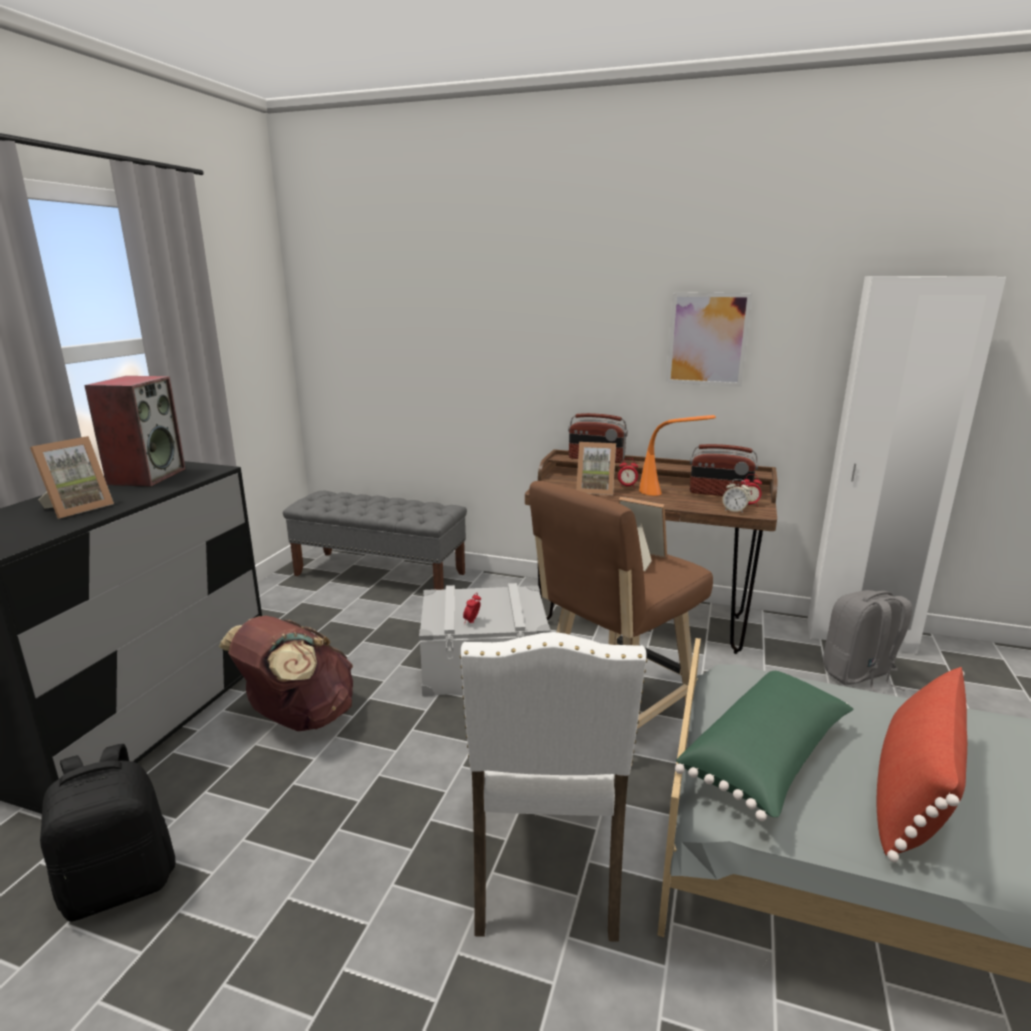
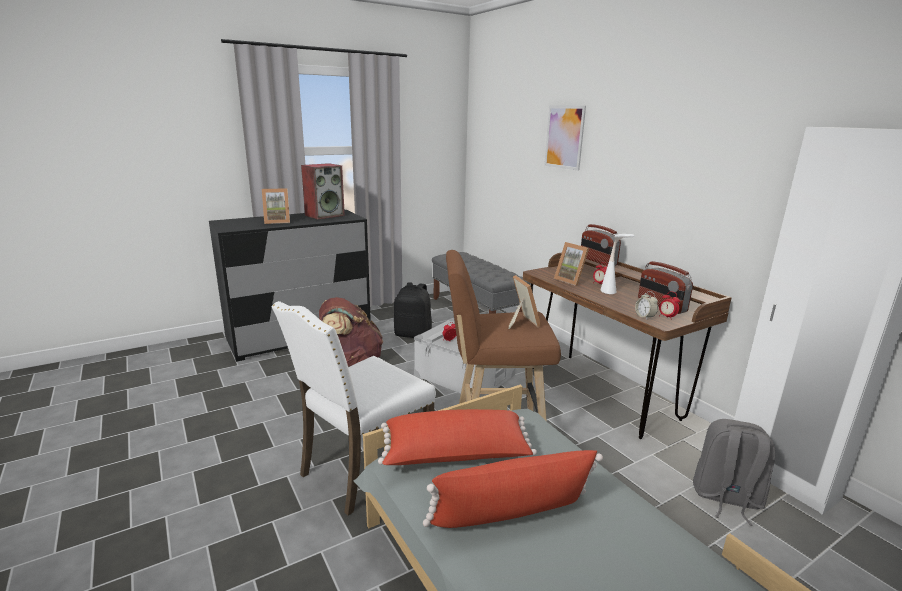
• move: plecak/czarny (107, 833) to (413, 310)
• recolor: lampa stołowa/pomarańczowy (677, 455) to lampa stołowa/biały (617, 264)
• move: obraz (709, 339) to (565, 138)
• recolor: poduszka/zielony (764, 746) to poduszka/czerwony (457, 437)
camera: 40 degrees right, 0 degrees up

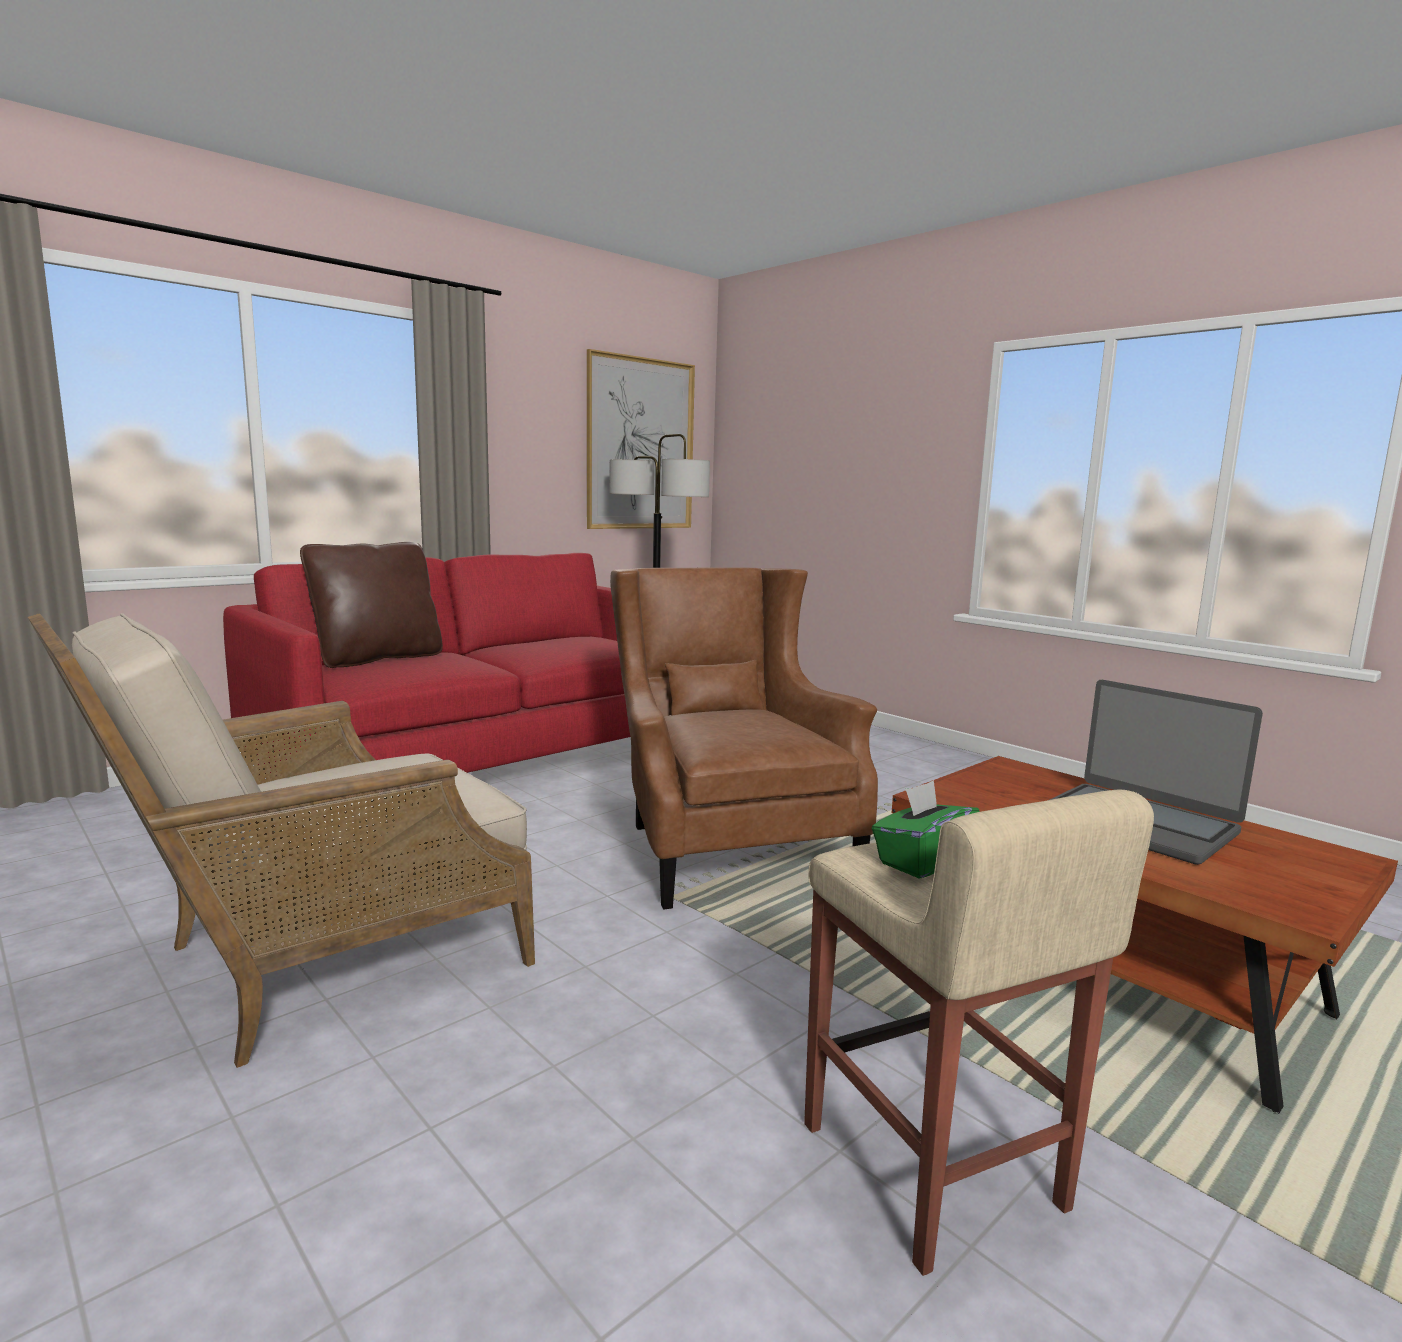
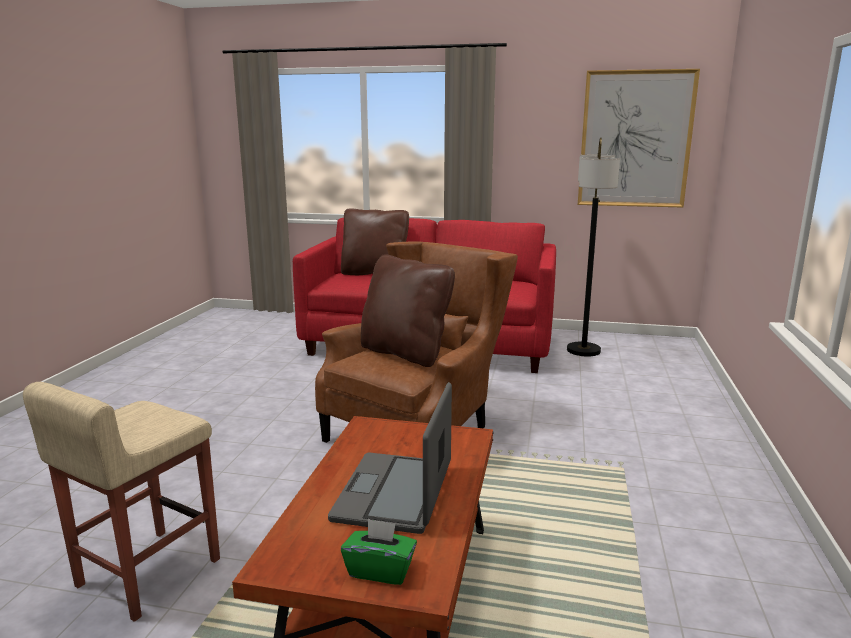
• delete: fotel/beżowy (281, 840)
• move: pudełko chusteczek/zielony (925, 829) to (379, 552)
• insert: poduszka/brązowy (408, 310)
camera: 55 degrees right, 5 degrees up

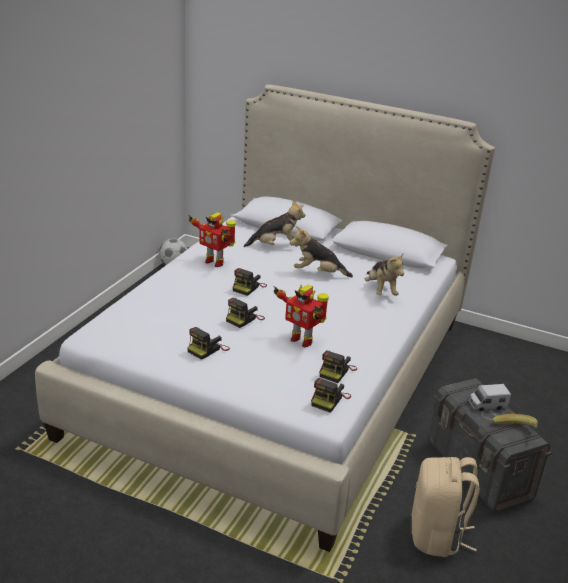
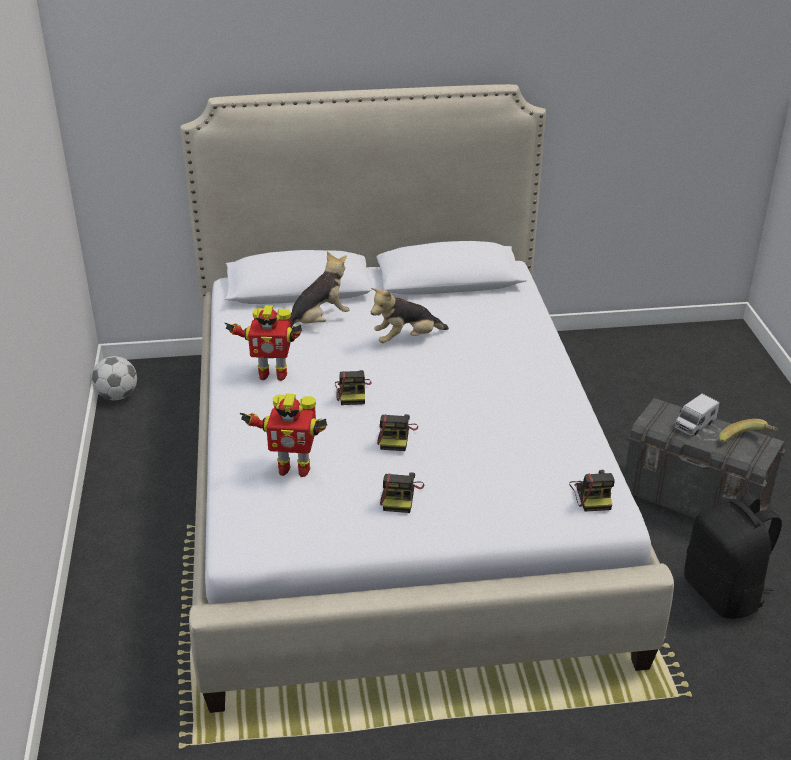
• move: robot zabawkowy (301, 315) to (283, 435)
• delete: aparat fotograficzny (338, 366)
• delete: pluszak (384, 274)
• recolor: plecak/beżowy (445, 507) to plecak/czarny (733, 555)
camera: 30 degrees left, 5 degrees up

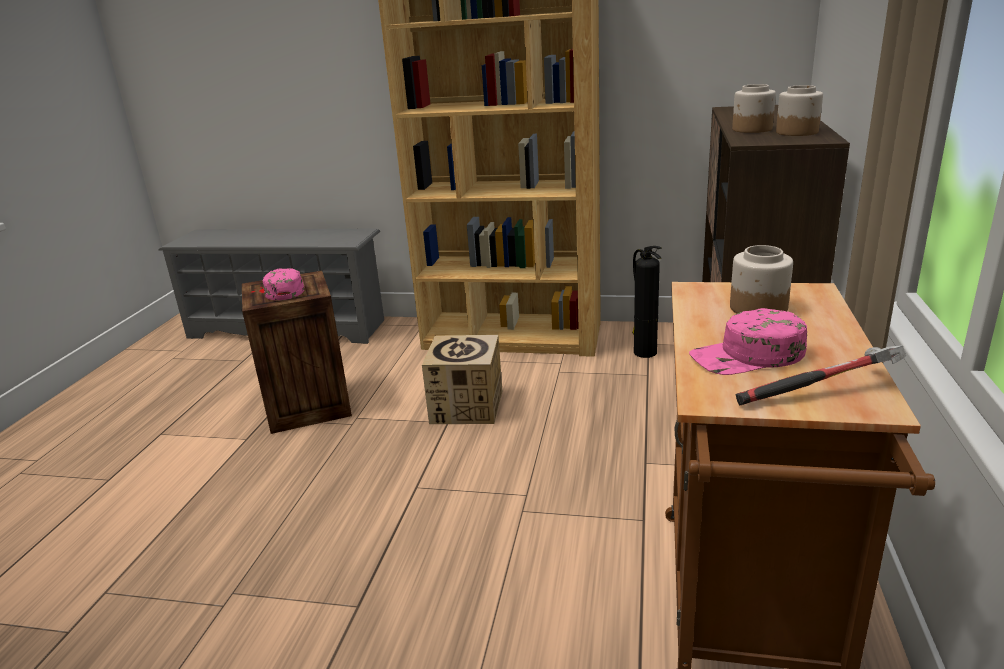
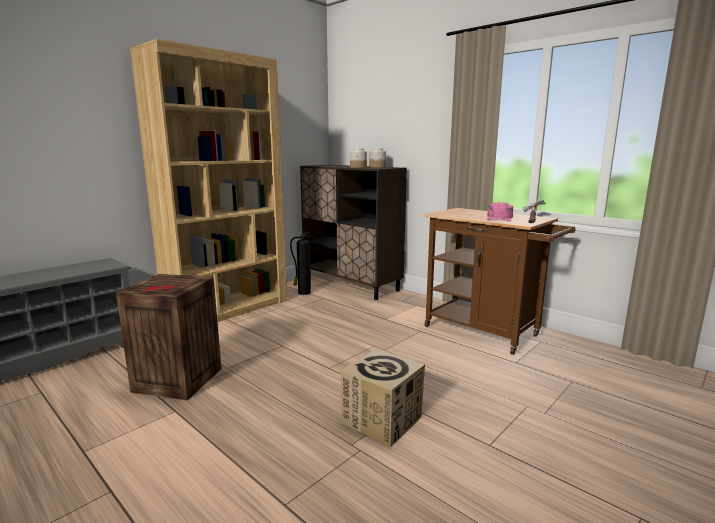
• delete: czapka z daszkiem/różowy (283, 284)
• move: karton (462, 379) to (382, 398)
• delete: słoik (761, 279)
camera: 60 degrees left, 10 degrees down

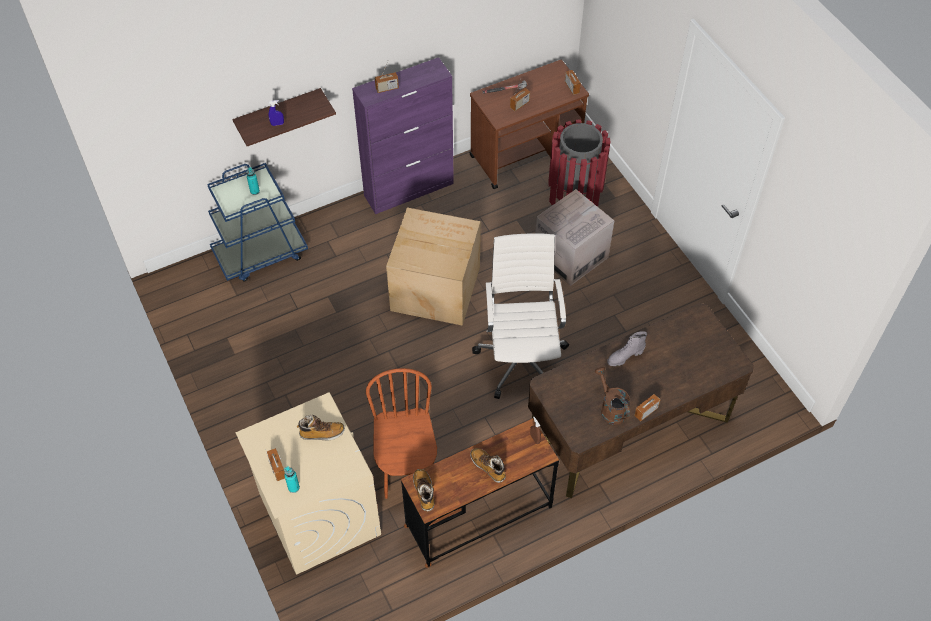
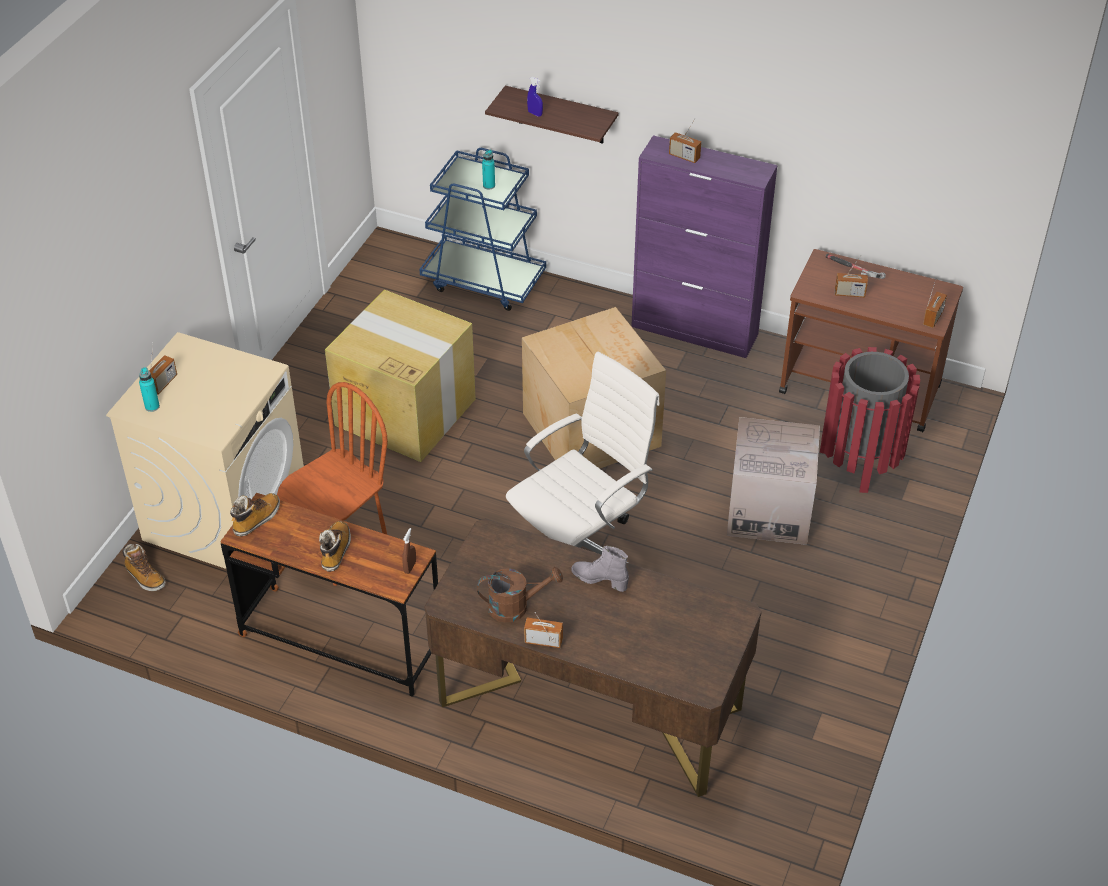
• move: but z cholewką (321, 427) to (144, 567)
• rotate: konewka/brązowy (612, 396) = (520, 595) 60 degrees clockwise
• insert: karton (400, 376)
camera: 50 degrees right, 10 degrees down

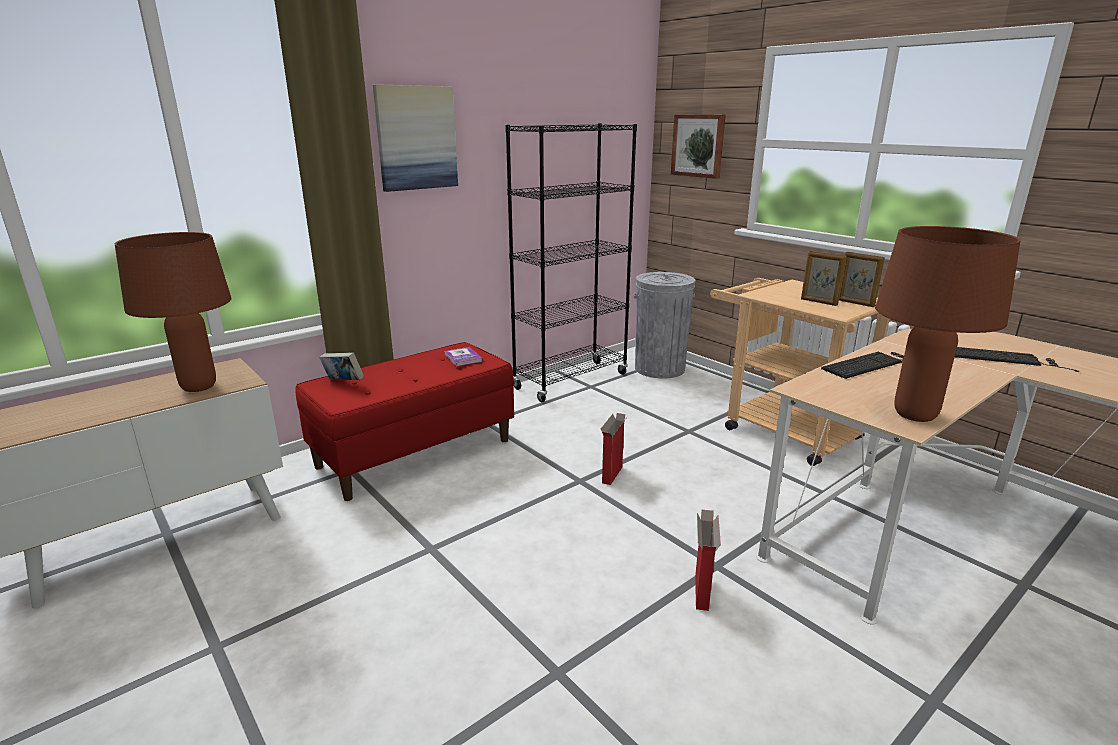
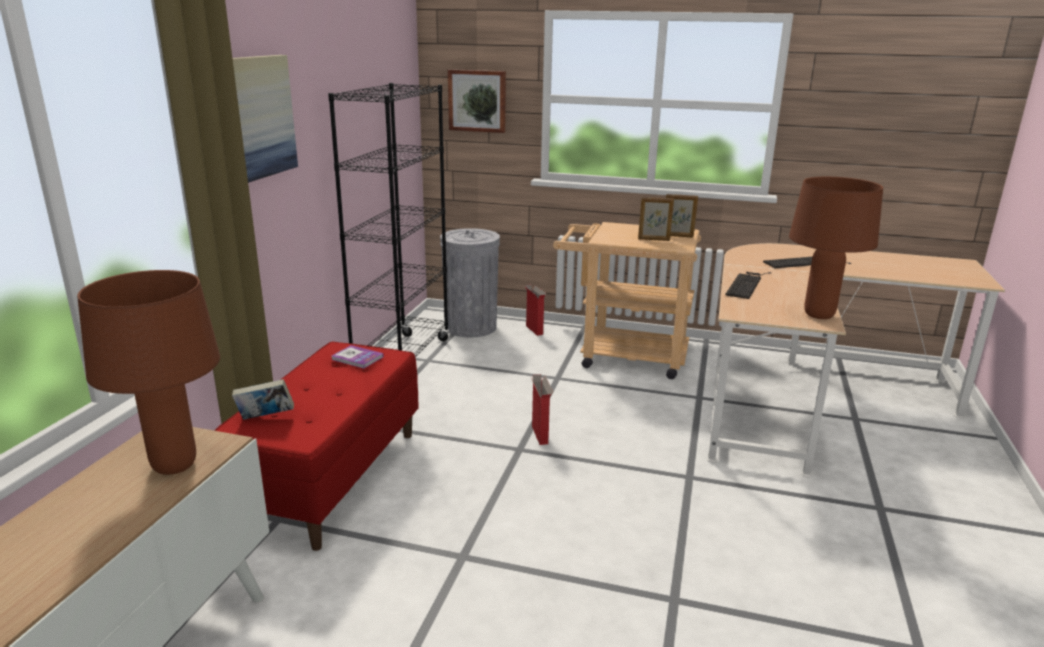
• move: karton (708, 560) to (536, 310)
camera: 35 degrees left, 0 degrees up

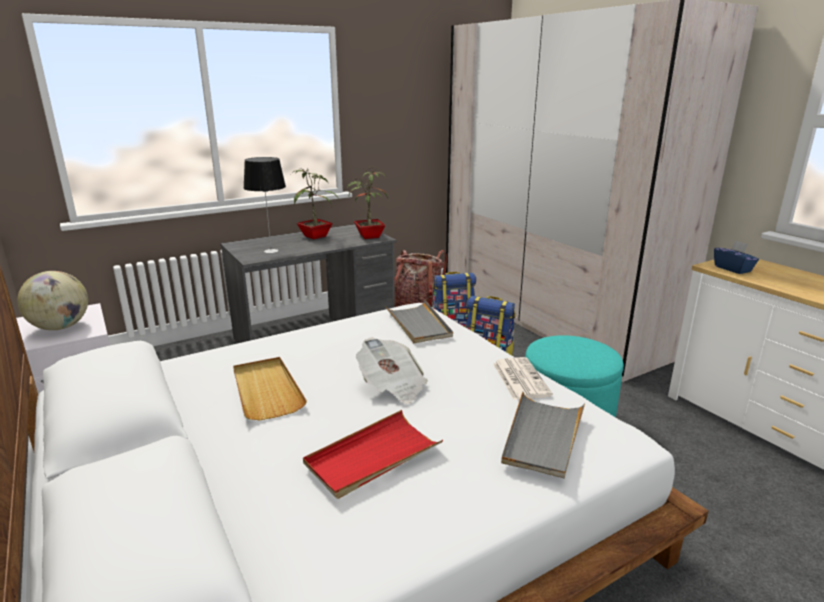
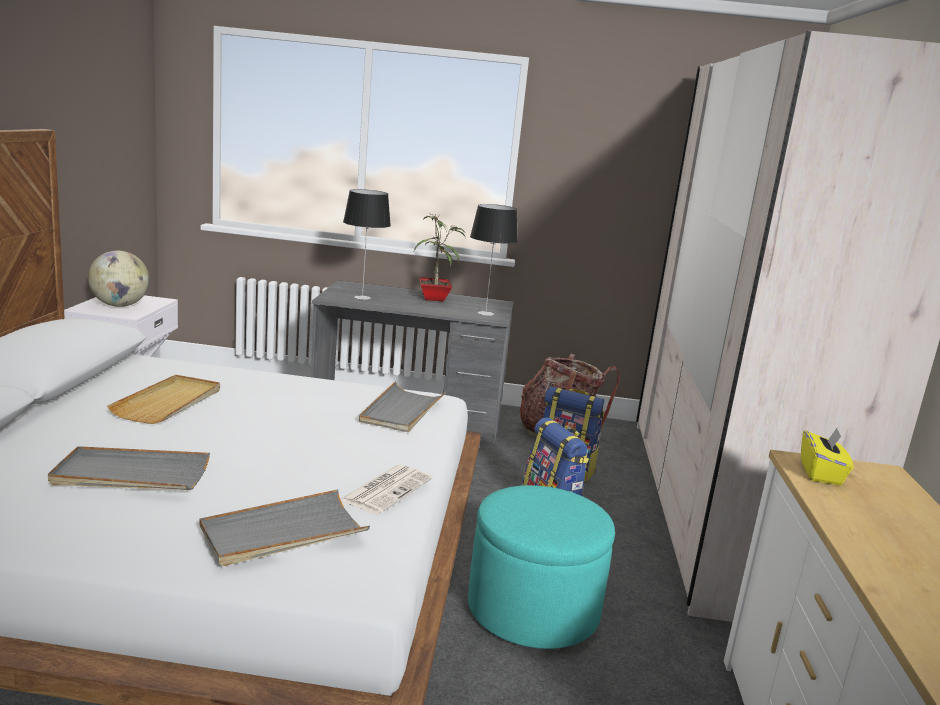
• recolor: taca/czerwony (373, 454) to taca/szary (129, 468)
• replace: roślina doniczkowa (368, 203) to lampa stołowa (494, 260)
• delete: gazeta (392, 370)
• recolor: pudełko chusteczek/niebieski (736, 257) to pudełko chusteczek/żółty (827, 456)
camera: 35 degrees right, 5 degrees down

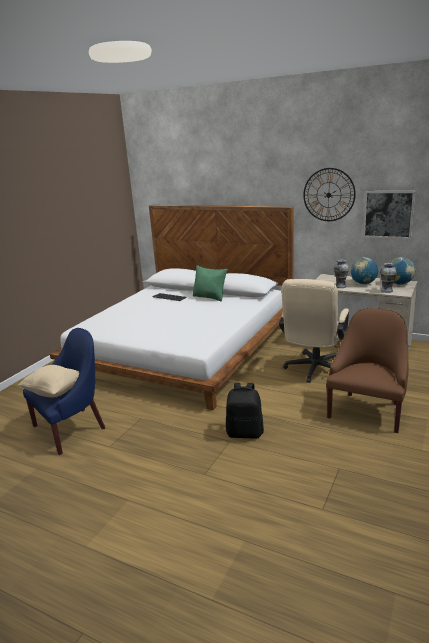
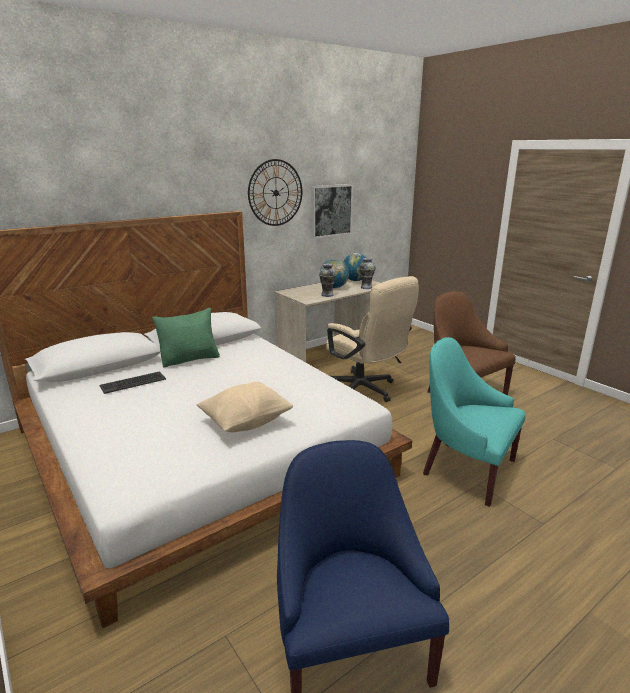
• move: poduszka/beżowy (48, 381) to (245, 407)
• replace: plecak/czarny (245, 411) to fotel/turkusowy (474, 422)
camera: 65 degrees left, 0 degrees up

